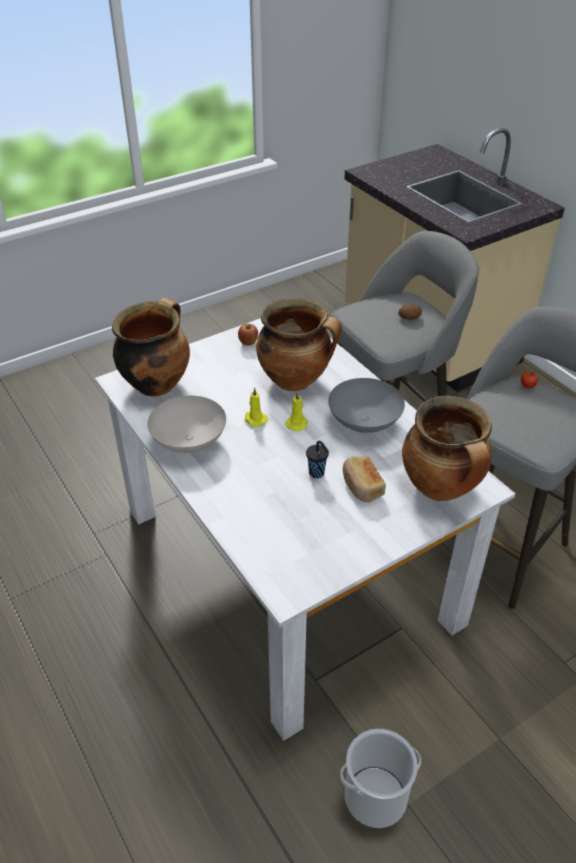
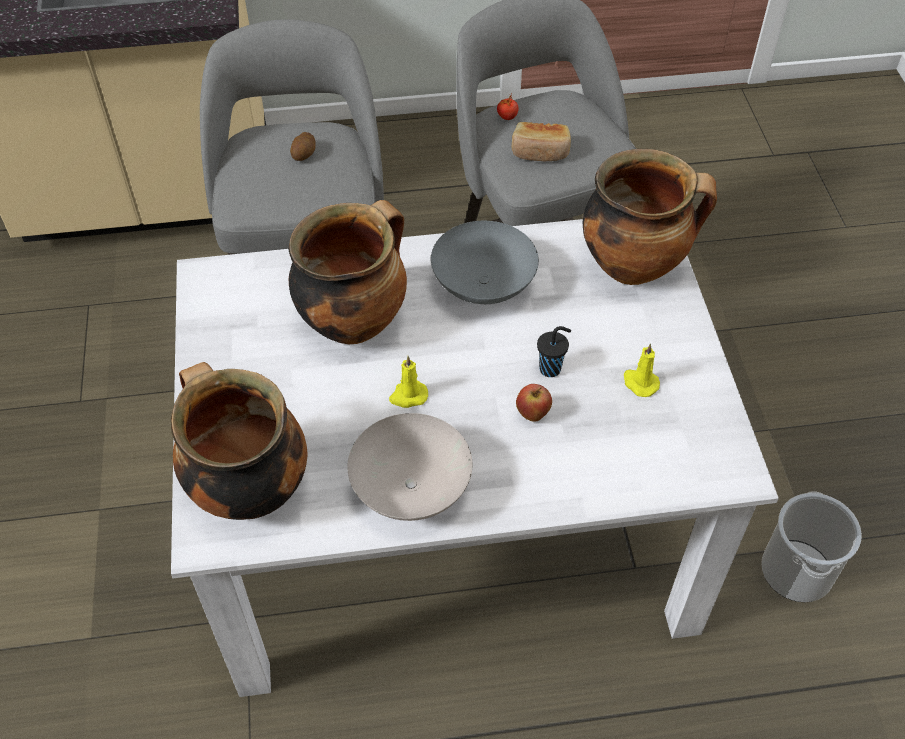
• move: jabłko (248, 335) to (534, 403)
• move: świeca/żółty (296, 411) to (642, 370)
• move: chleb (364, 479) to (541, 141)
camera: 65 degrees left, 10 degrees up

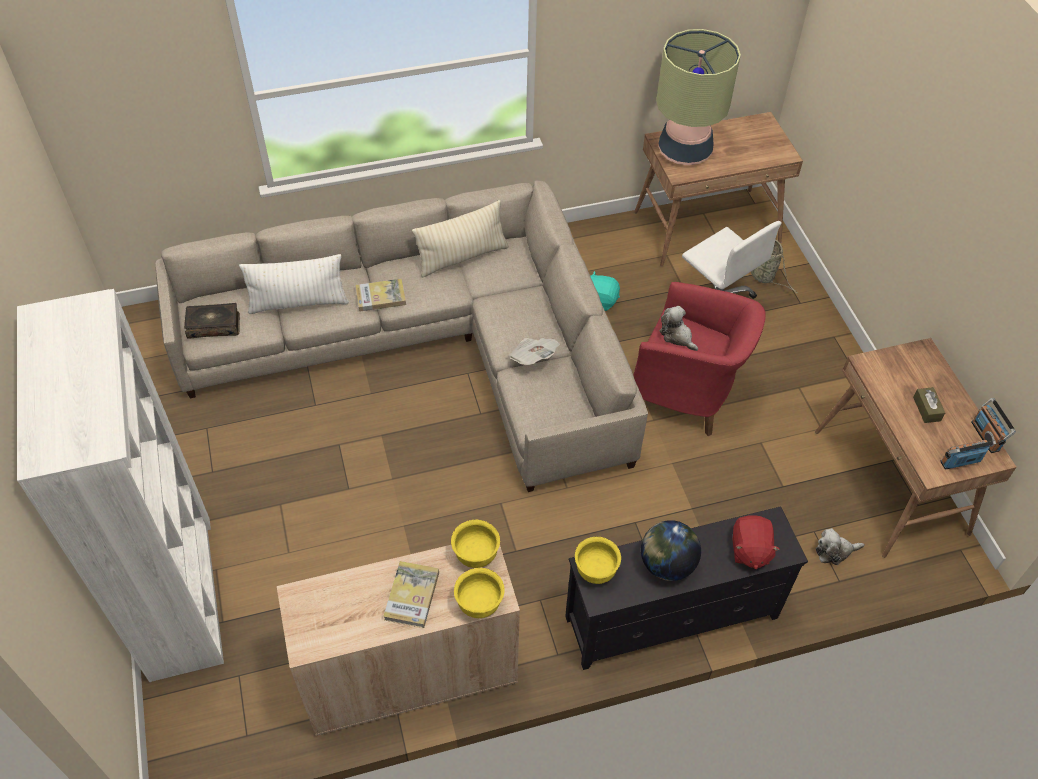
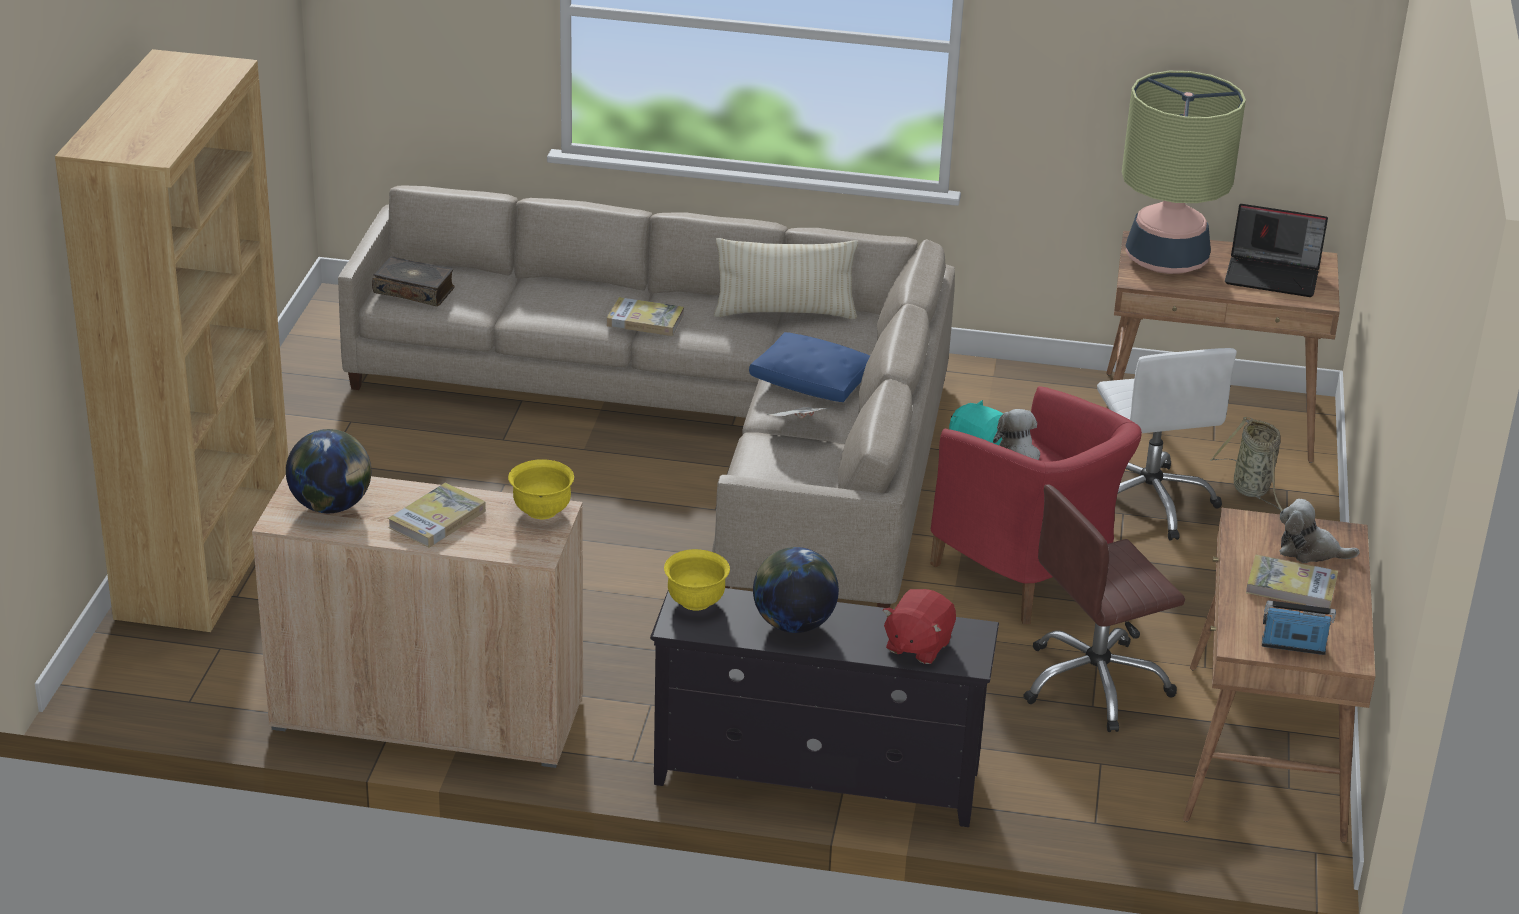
• recolor: regał/biały (120, 485) to regał/brązowy (171, 340)
• delete: poduszka/biały (294, 284)
• delete: miska/żółty (479, 593)
• move: pluszak (840, 546) to (1320, 531)
• replace: pudełko chusteczek/brązowy (929, 405) to książka (1292, 581)
• delete: radio (993, 425)
• insert: globus (328, 471)
• insert: poduszka/niebieski (809, 367)
• insert: krzesło biurowe/brązowy (1104, 608)
• insert: laptop (1276, 250)
camera: 25 degrees right, 20 degrees down

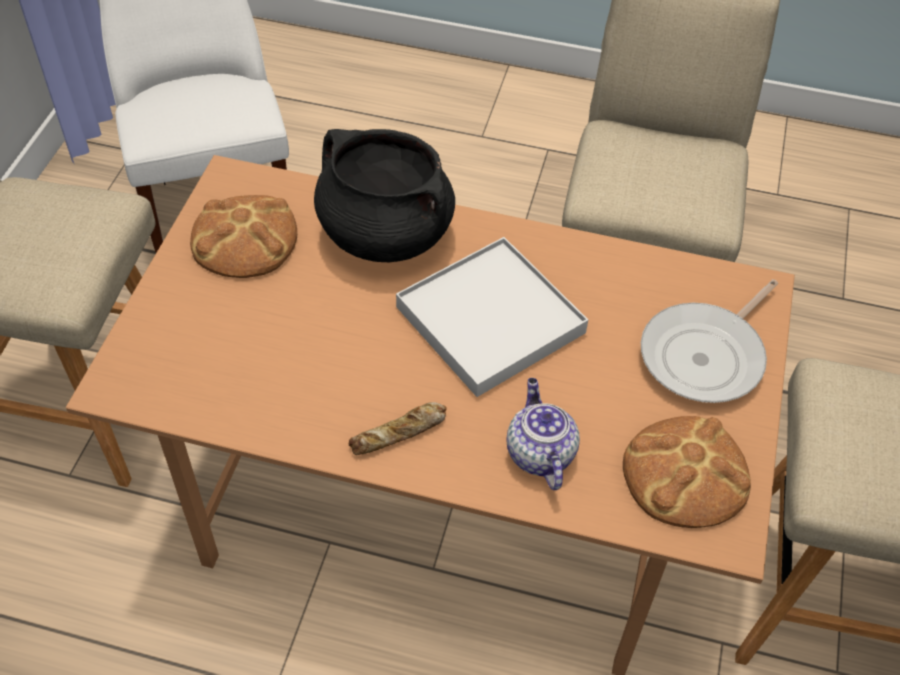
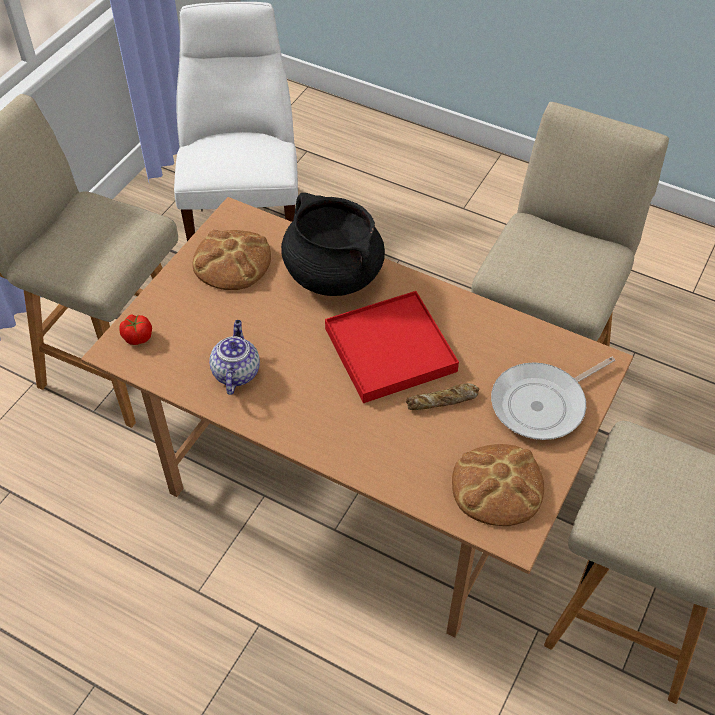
• move: chleb (398, 428) to (443, 396)
• recolor: taca/biały (492, 317) to taca/czerwony (392, 347)
• move: imbryk (543, 434) to (234, 357)
• insert: pomidor (135, 329)
camera: 15 degrees right, 0 degrees up

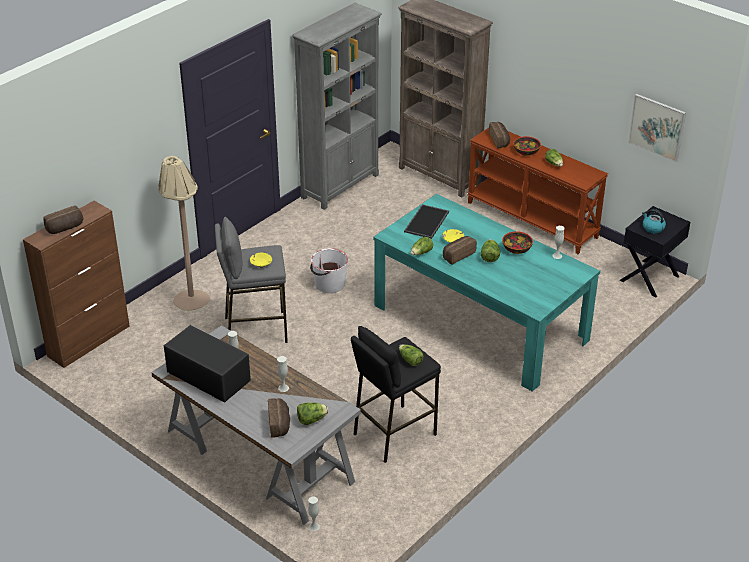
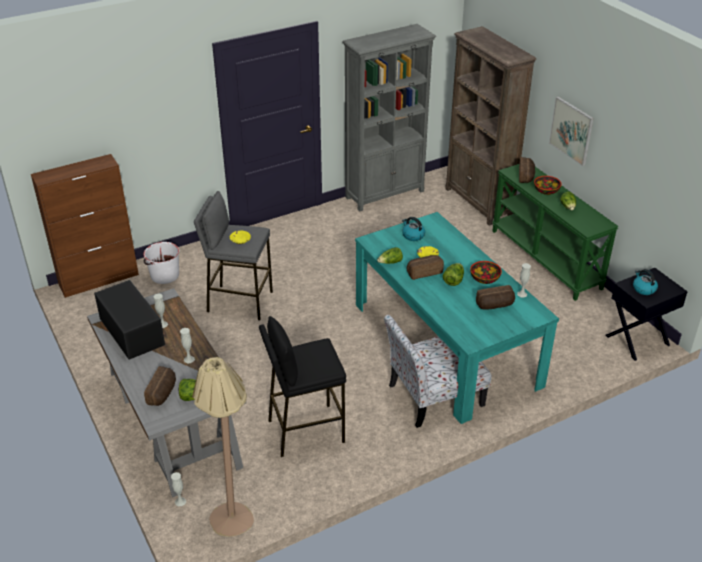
• move: chleb (63, 219) to (495, 297)
• move: lampa stojąca/beżowy (184, 233) to (223, 447)
• move: wiadro/biały (329, 270) to (161, 263)
• delete: sałata (411, 355)
• replace: taca (426, 221) to czajnik (413, 229)
• recolor: stolik konsolowy/brązowy (537, 191) to stolik konsolowy/zielony (555, 232)
• move: obraz (657, 128) to (571, 131)
• insert: krzesło (438, 371)
camera: 20 degrees right, 0 degrees up

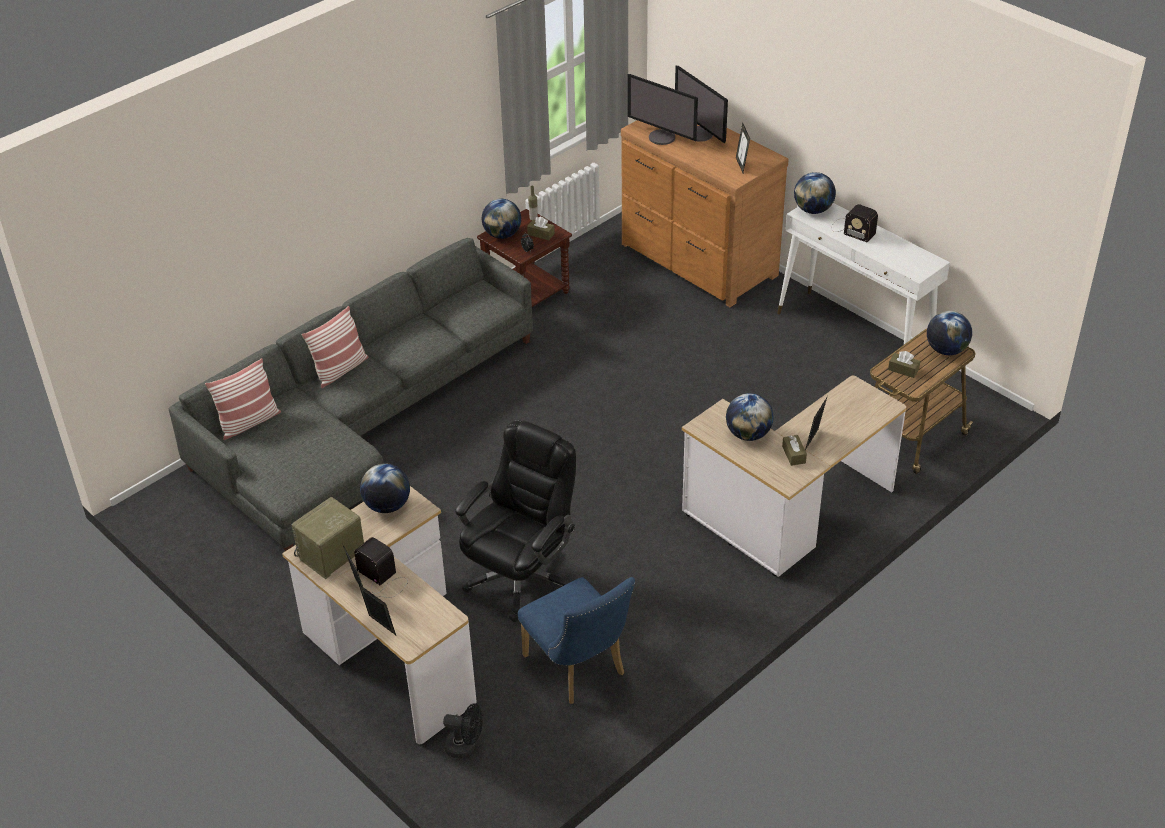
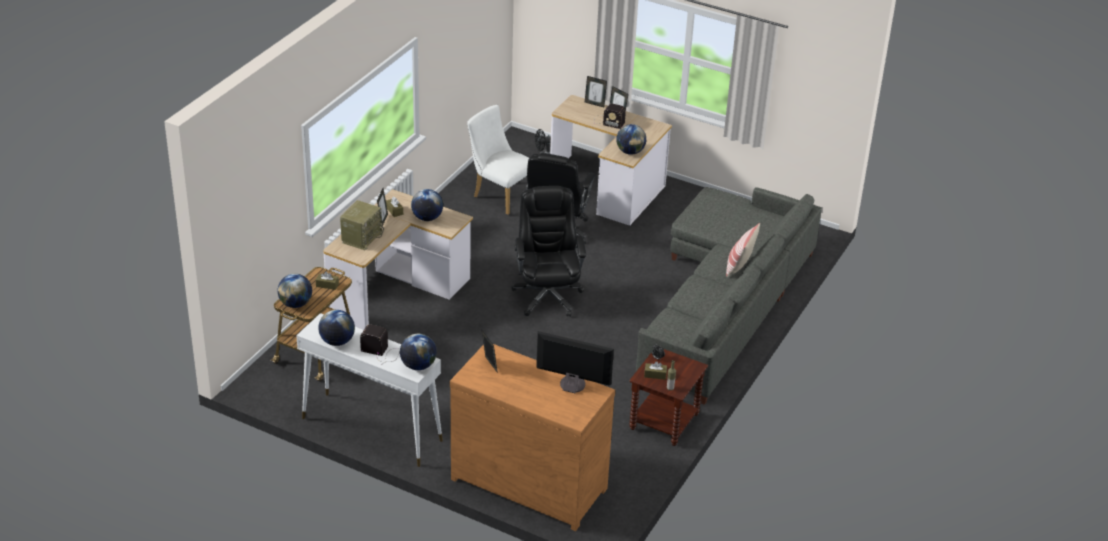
• delete: poduszka (243, 399)
• move: radio (328, 538) to (362, 225)
• move: globus (501, 219) to (336, 328)
• recolor: krzesło/niebieski (576, 640) to krzesło/biały (498, 160)
• delete: monitor (701, 105)
• insert: krzesło biurowe/czarny (548, 251)
camera: 160 degrees right, 5 degrees down

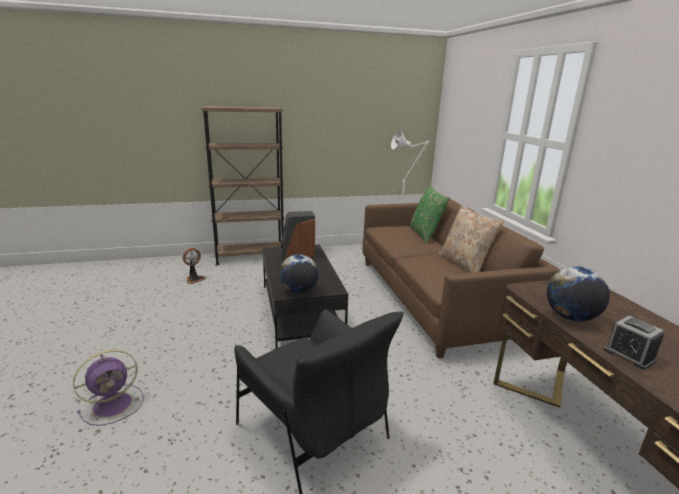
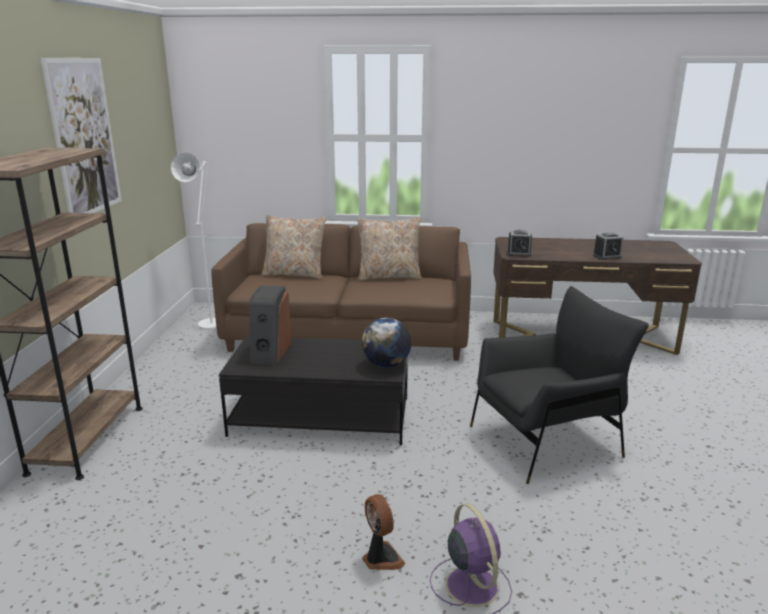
• move: wentylator (194, 266) to (383, 532)
• recolor: poduszka/zielony (429, 214) to poduszka/beżowy (293, 247)
• delete: globus (578, 294)
• insert: obraz (81, 135)
• insert: budzik (519, 243)
camera: 70 degrees left, 0 degrees up

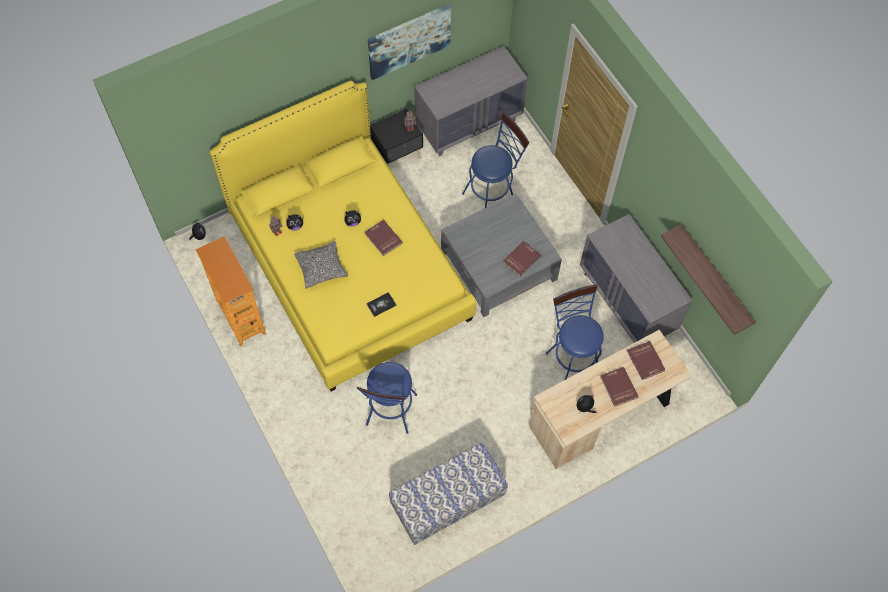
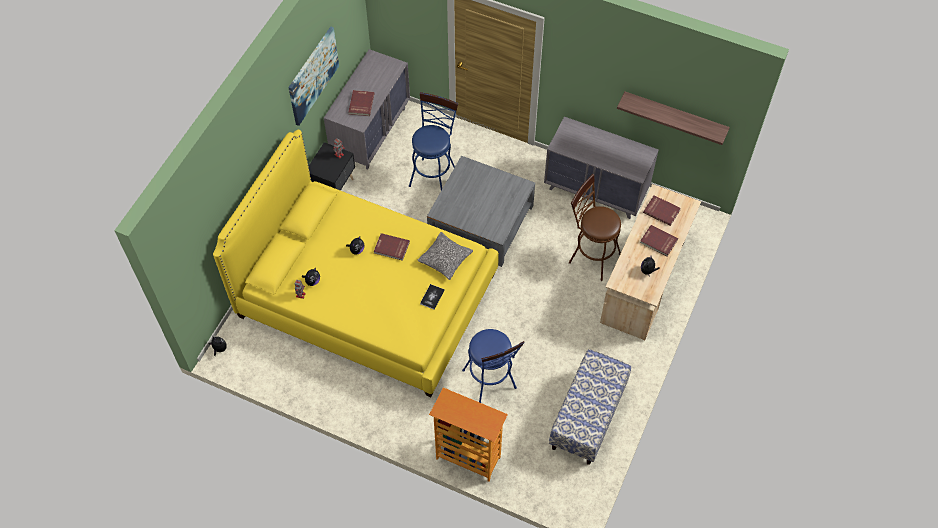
• move: regał (231, 291) to (468, 435)
• move: poduszka (321, 265) to (445, 256)
• move: książka/czerwony (522, 259) to (362, 103)
• recolor: stołek/niebieski (575, 332) to stołek/brązowy (595, 227)
camera: 35 degrees left, 5 degrees down

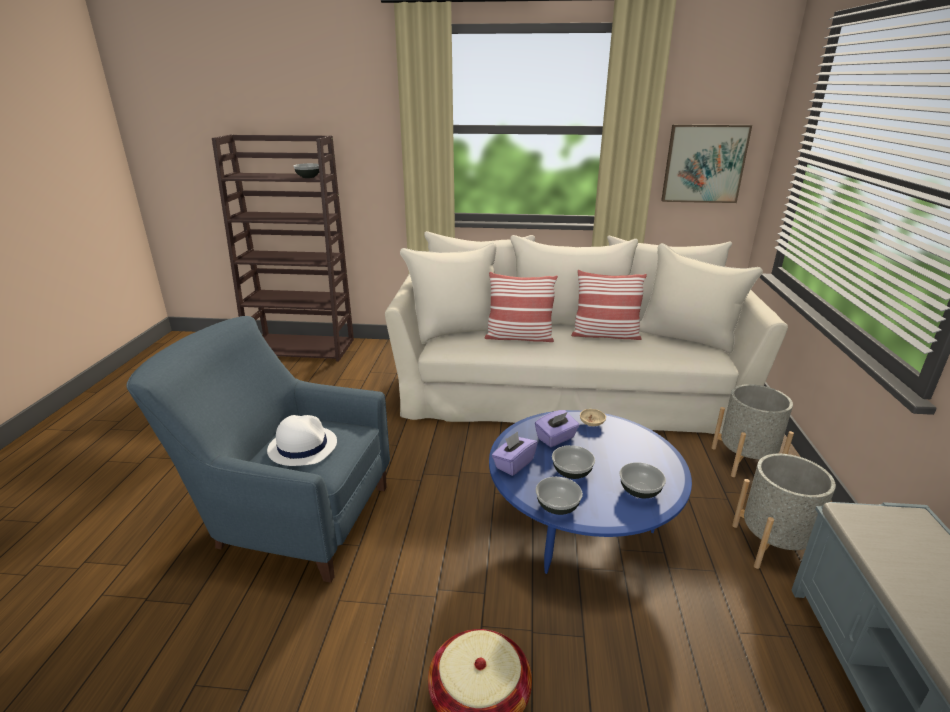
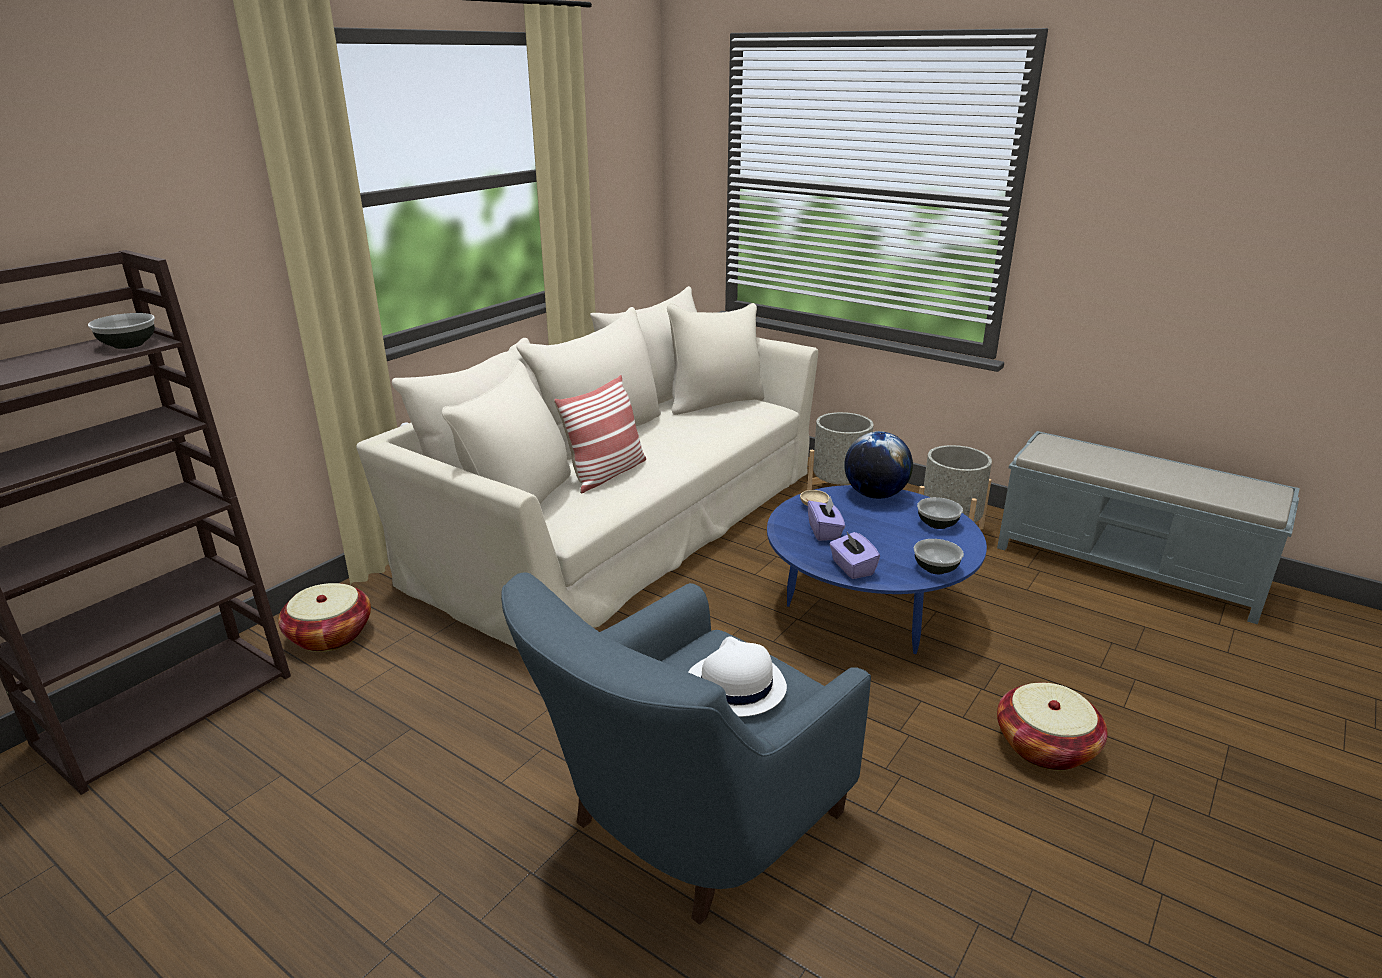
• delete: miska (573, 462)
• delete: poduszka (609, 305)
• delete: obraz (706, 163)
• insert: koszyk (324, 617)
• insert: globus (878, 465)
camera: 60 degrees left, 0 degrees up

